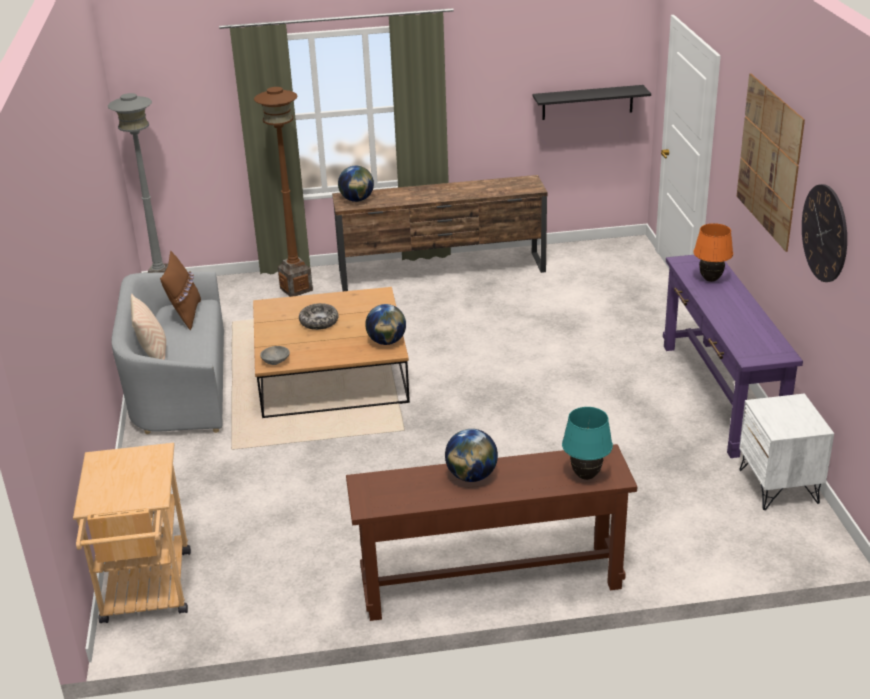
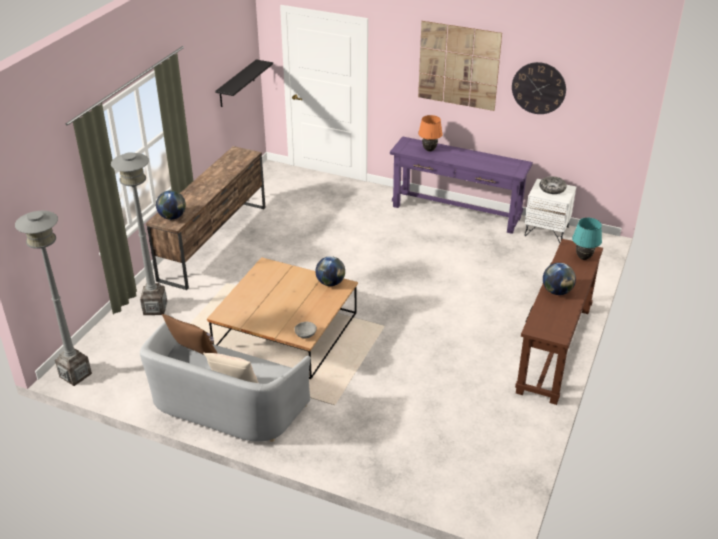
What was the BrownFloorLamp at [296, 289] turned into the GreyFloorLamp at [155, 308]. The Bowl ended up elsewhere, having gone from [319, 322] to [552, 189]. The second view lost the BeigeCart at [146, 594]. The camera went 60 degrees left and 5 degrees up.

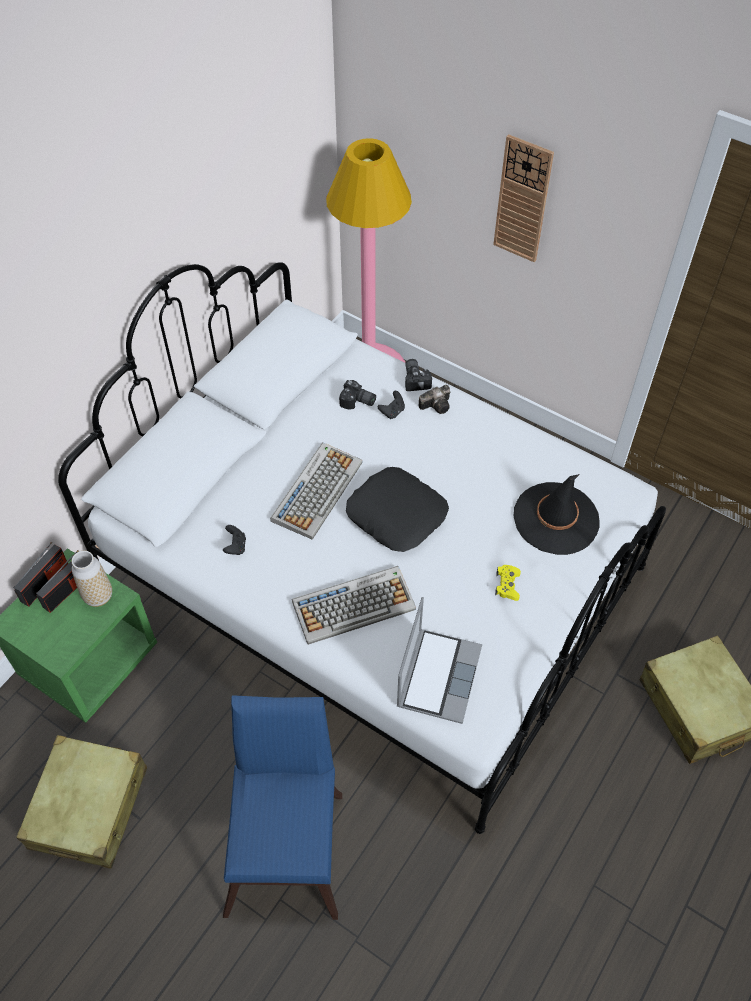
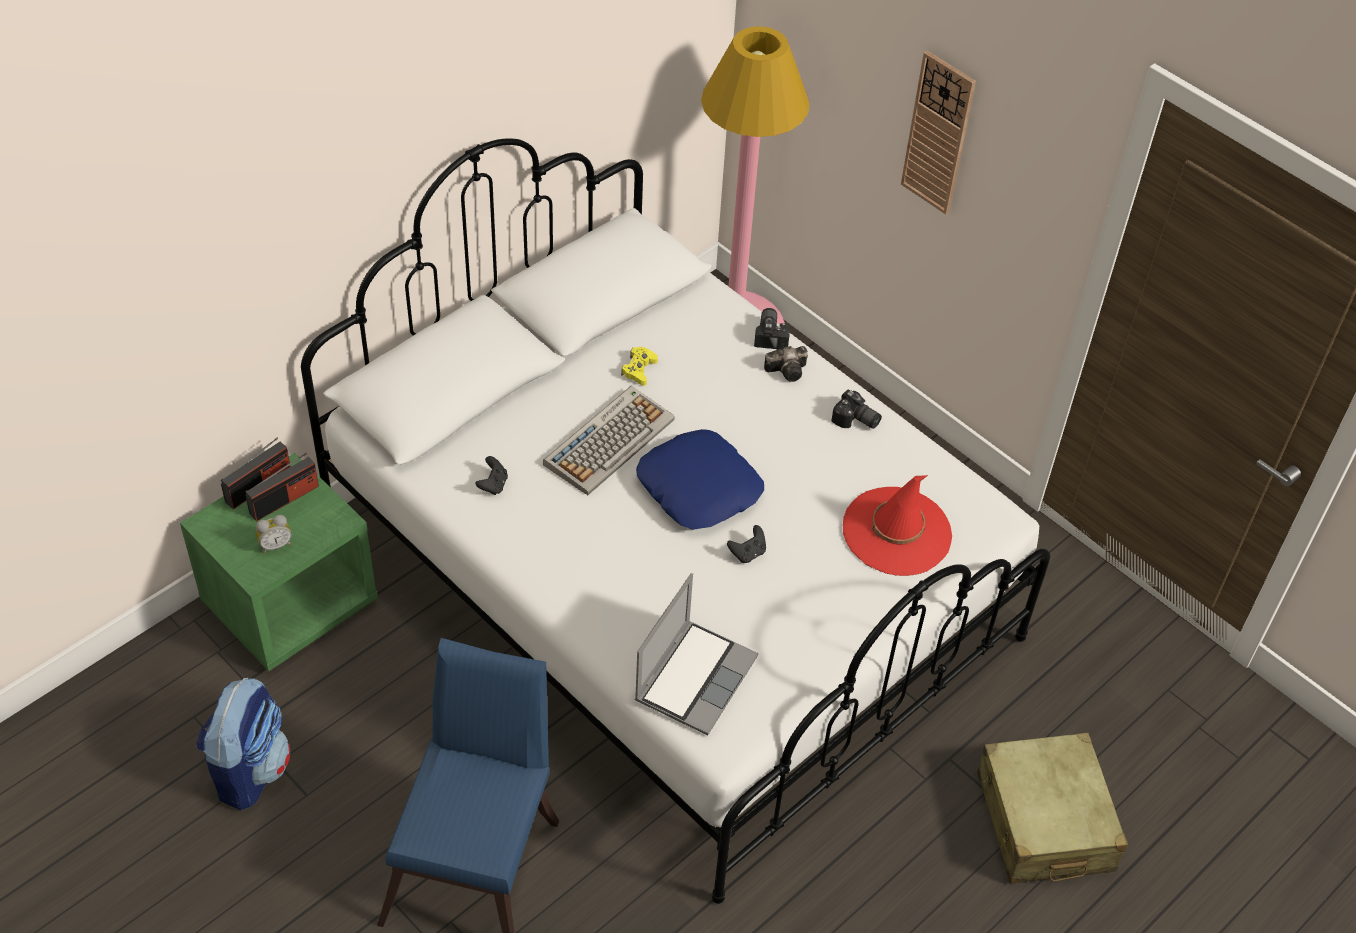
Where the BeigeSuitcase stood at [89, 807], the Backpack came to stand at [250, 769]. The second view gained the AlarmClock at [275, 545]. The YellowGameController ended up elsewhere, having gone from [507, 585] to [639, 369]. What was the BlackPillow at [397, 514] turned into the BluePillow at [699, 487]. The BlackGameController ended up elsewhere, having gone from [392, 412] to [747, 553]. The PhotoCamera ended up elsewhere, having gone from [357, 402] to [855, 421]. What was the BlackHat at [556, 519] turned into the RedHat at [897, 532]. The second view lost the Vase at [98, 596]. The second view lost the Keyboard at [354, 605]. The camera went 10 degrees right and 5 degrees down.

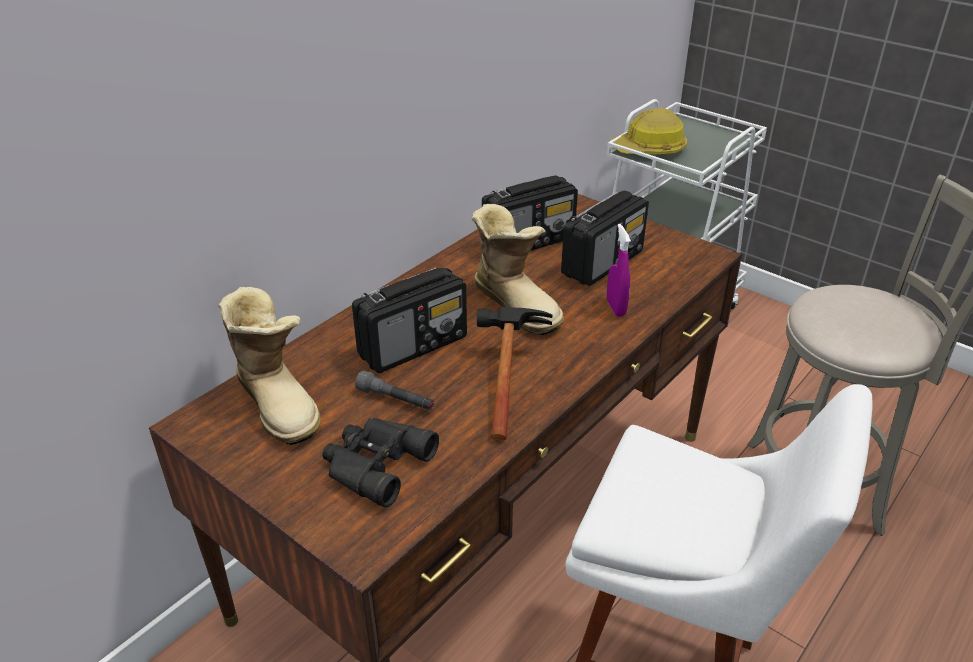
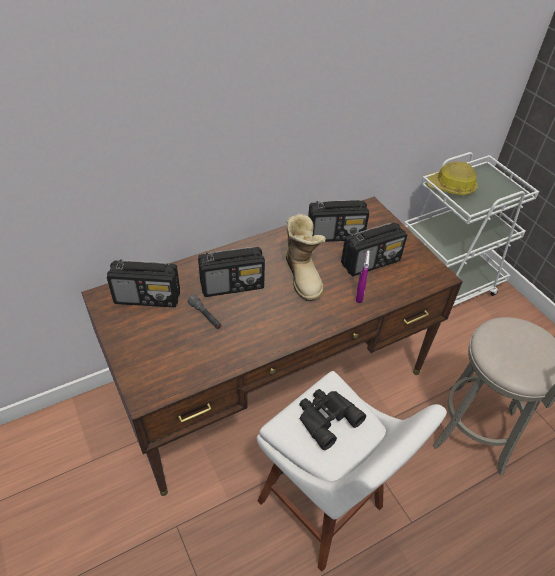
Where the Boot stood at [280, 402], the Radio came to stand at [148, 298]. The BlackBinoculars ended up elsewhere, having gone from [374, 464] to [326, 418]. The second view lost the Hammer at [505, 376]. The camera went 20 degrees right and 10 degrees up.

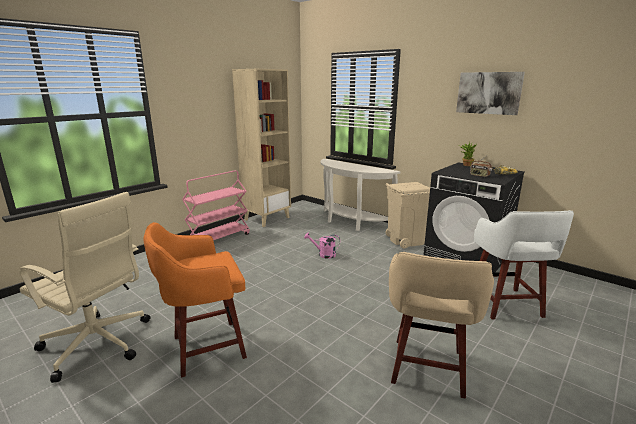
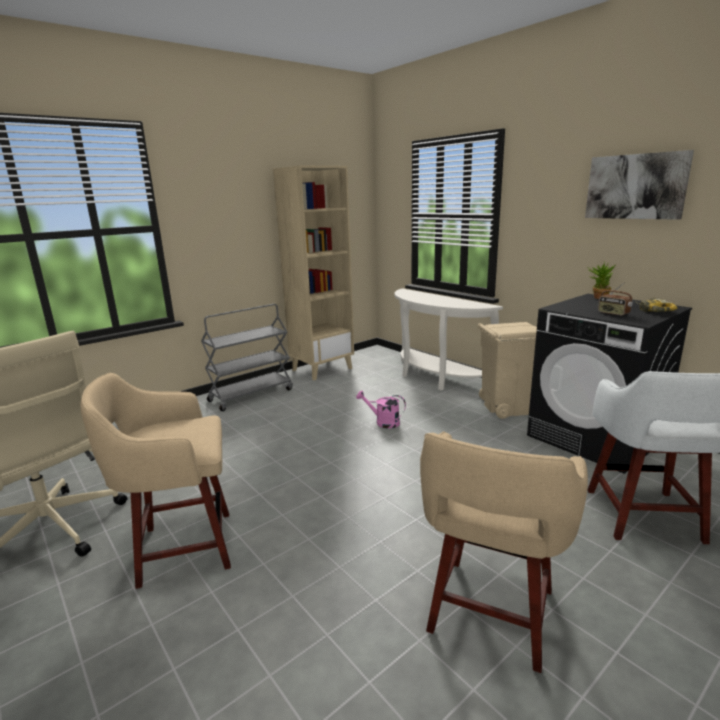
What was the OrangeStool at [205, 348] turned into the BeigeStool at [182, 548]. What was the PinkCart at [219, 239] turned into the GreyCart at [251, 395]. The camera went 10 degrees right and 0 degrees up.

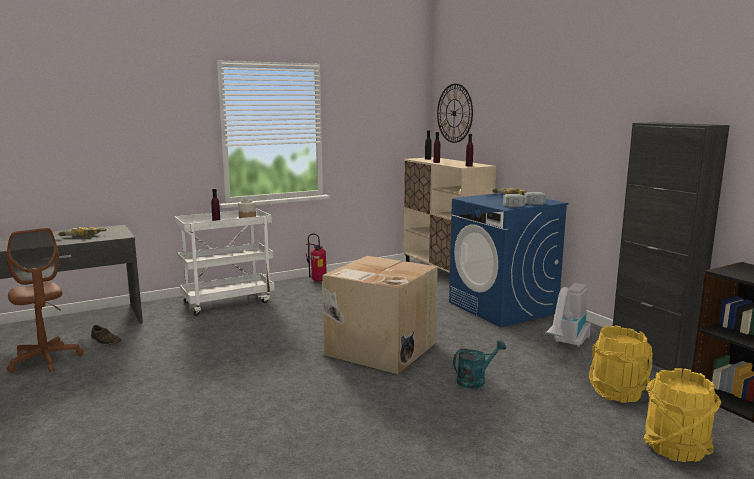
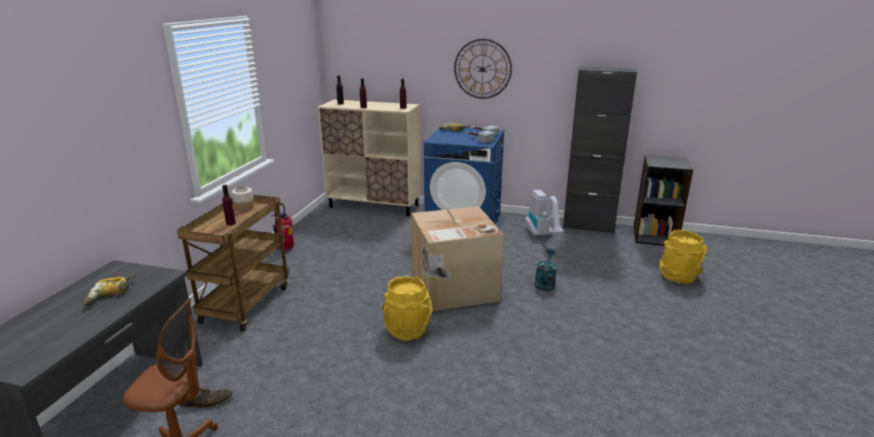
What was the WhiteCart at [228, 302] turned into the BrownCart at [246, 303]. The YellowBucket ended up elsewhere, having gone from [617, 392] to [408, 330]. The WallClock ended up elsewhere, having gone from [454, 113] to [482, 69]. The camera went 45 degrees left and 10 degrees up.

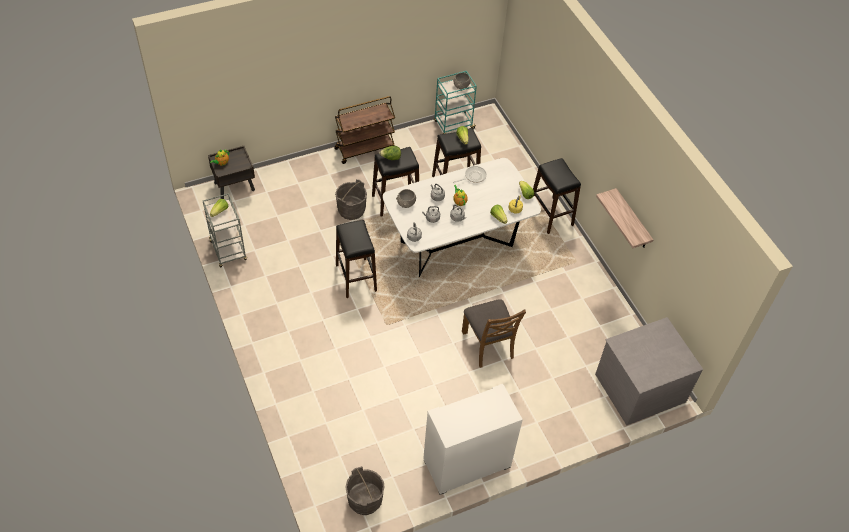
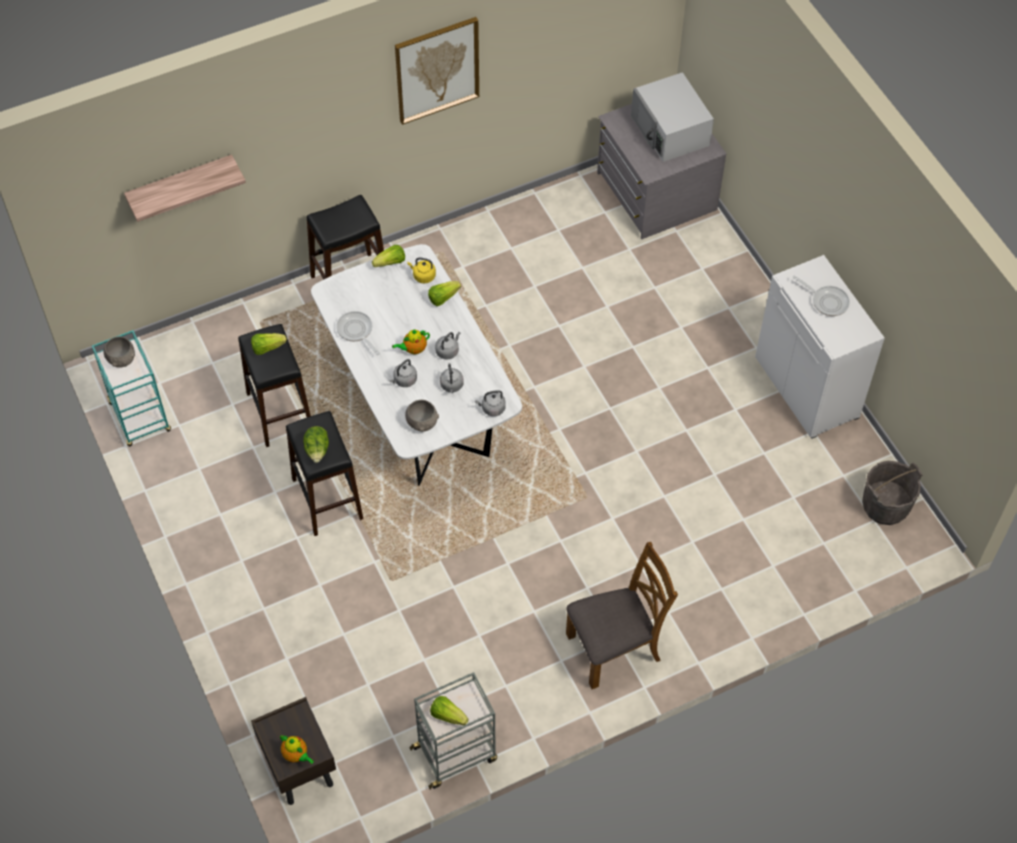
The Shelf ended up elsewhere, having gone from [632, 220] to [180, 184]. The second view gained the Picture at [437, 69]. The BrownChair ended up elsewhere, having gone from [488, 344] to [614, 647]. The second view gained the WhiteMicrowave at [670, 131]. The second view gained the FryingPan at [827, 301]. The second view lost the BrownCart at [365, 148]. The second view lost the GreyBucket at [351, 210]. The second view lost the BlackStool at [356, 277]. The camera went 90 degrees left and 5 degrees up.

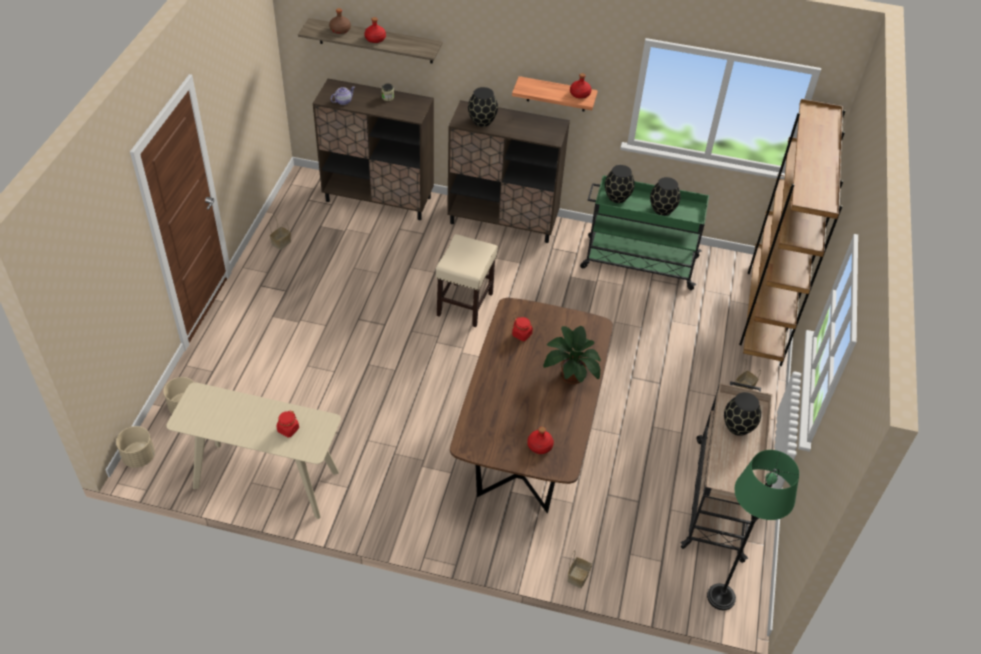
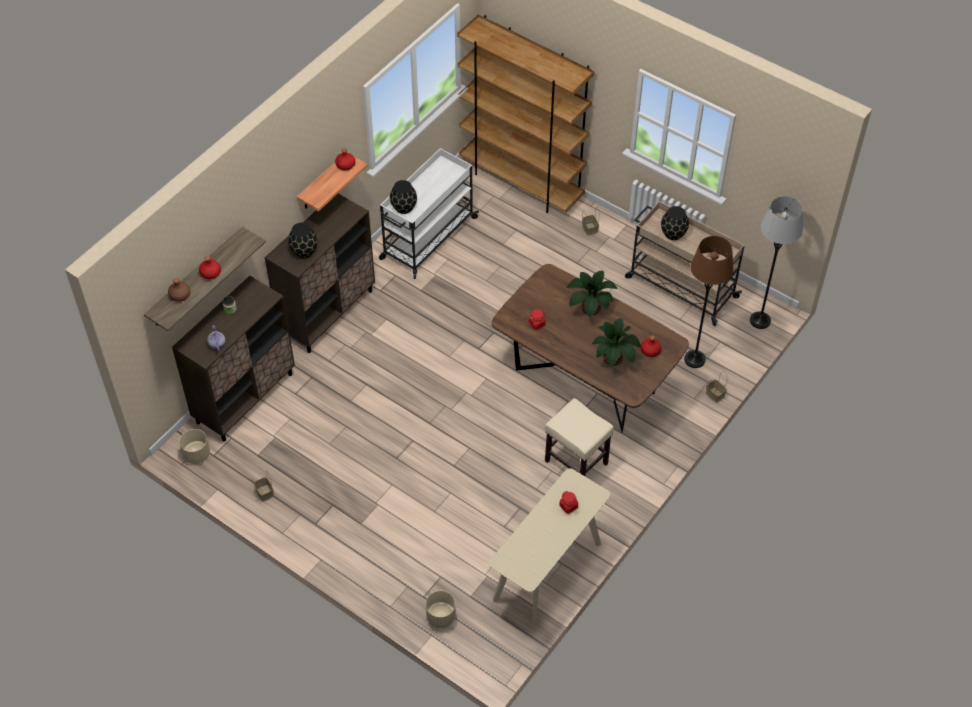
The BeigePlanter ended up elsewhere, having gone from [139, 457] to [196, 454]. What was the GreenCart at [638, 262] turned into the WhiteCart at [427, 239]. The BeigeStool ended up elsewhere, having gone from [465, 304] to [575, 462]. The second view gained the PottedPlant at [614, 359]. The second view gained the BrownFloorLamp at [694, 359]. What was the GreenFloorLamp at [721, 597] turned into the GreyFloorLamp at [760, 320]. The second view lost the BlackVase at [662, 210]. The camera went 65 degrees left and 5 degrees up.

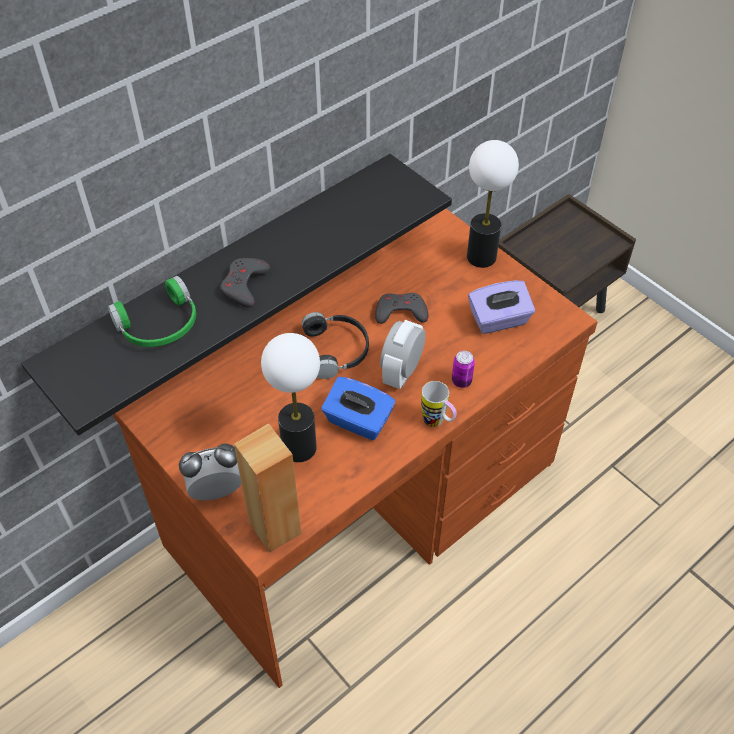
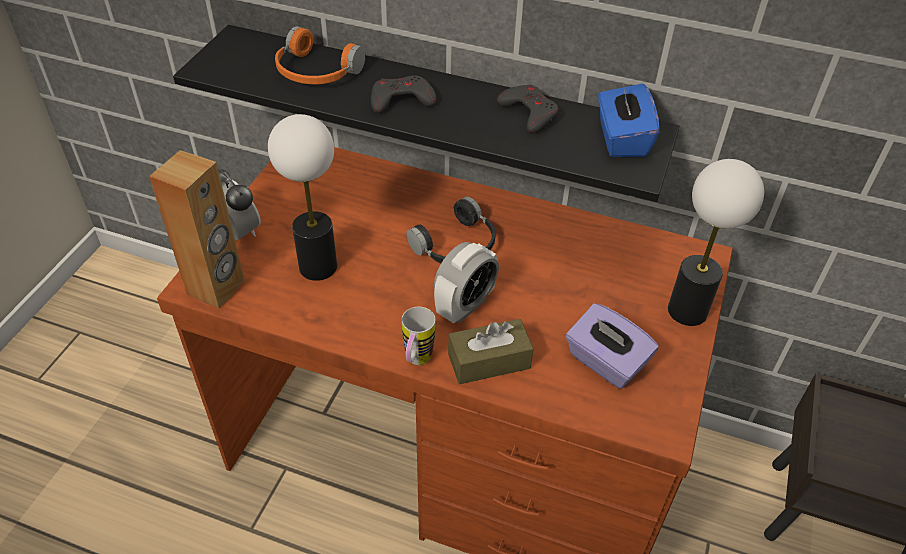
What was the GreenHeadphones at [160, 325] turned into the OrangeHeadphones at [315, 72]. The AlarmClock at [402, 372] ended up facing another way, 135 degrees clockwise from before. Where the Can stood at [461, 381], the BrownTissueBox came to stand at [489, 361]. The GreyGameController ended up elsewhere, having gone from [400, 312] to [529, 113]. The BlueTissueBox ended up elsewhere, having gone from [358, 421] to [621, 139]. The camera went 60 degrees right and 5 degrees down.

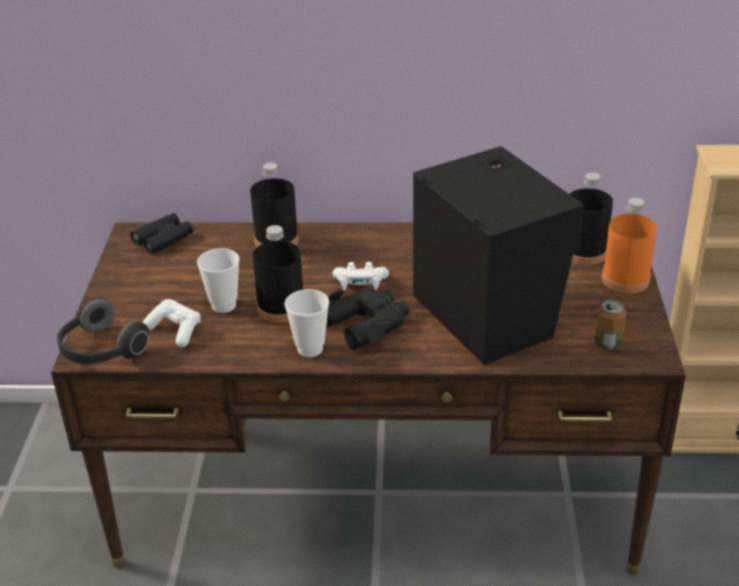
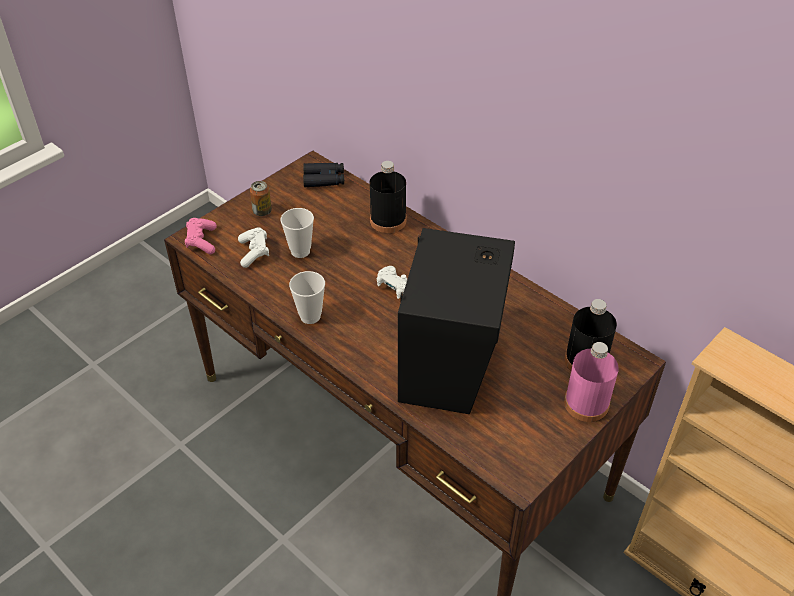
Where the Headphones stood at [101, 351], the PinkGameController came to stand at [202, 241]. The Can ended up elsewhere, having gone from [608, 343] to [262, 211]. What was the OrangeBottle at [625, 279] turned into the PinkBottle at [586, 404]. The second view lost the BlackBottle at [281, 308]. The second view lost the BlackBinoculars at [367, 323]. The camera went 40 degrees right and 10 degrees up.

